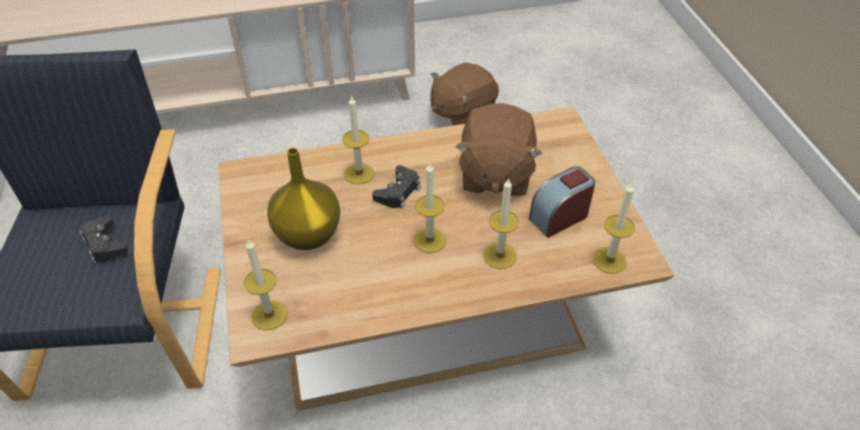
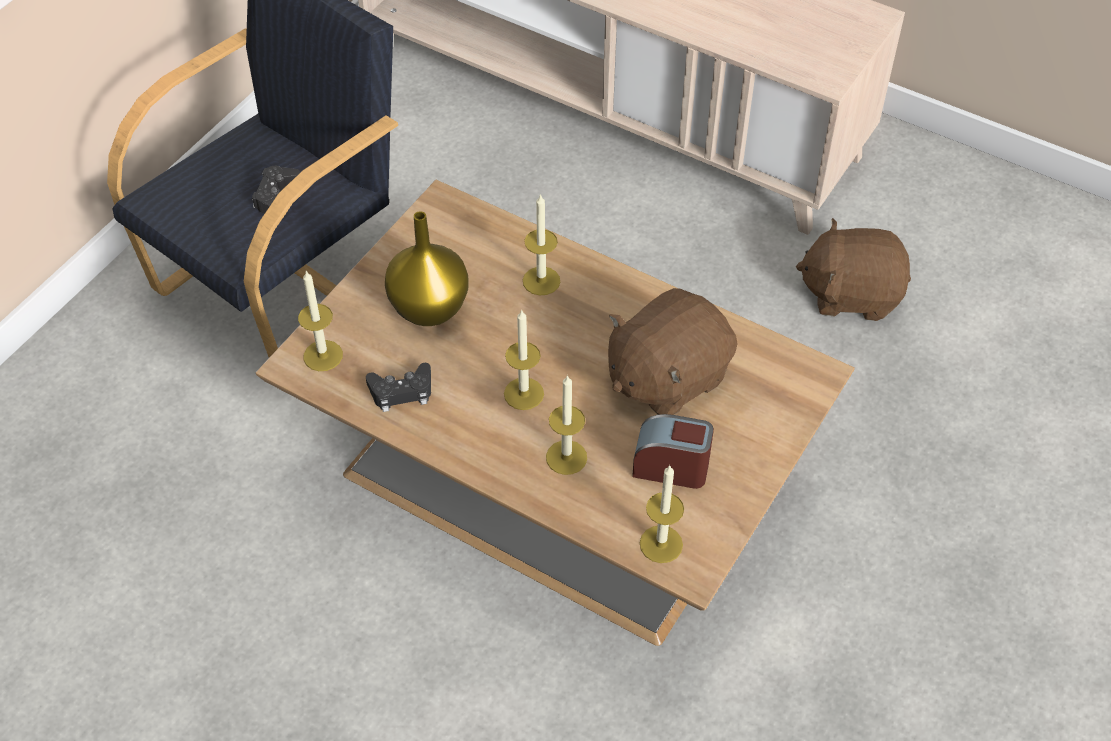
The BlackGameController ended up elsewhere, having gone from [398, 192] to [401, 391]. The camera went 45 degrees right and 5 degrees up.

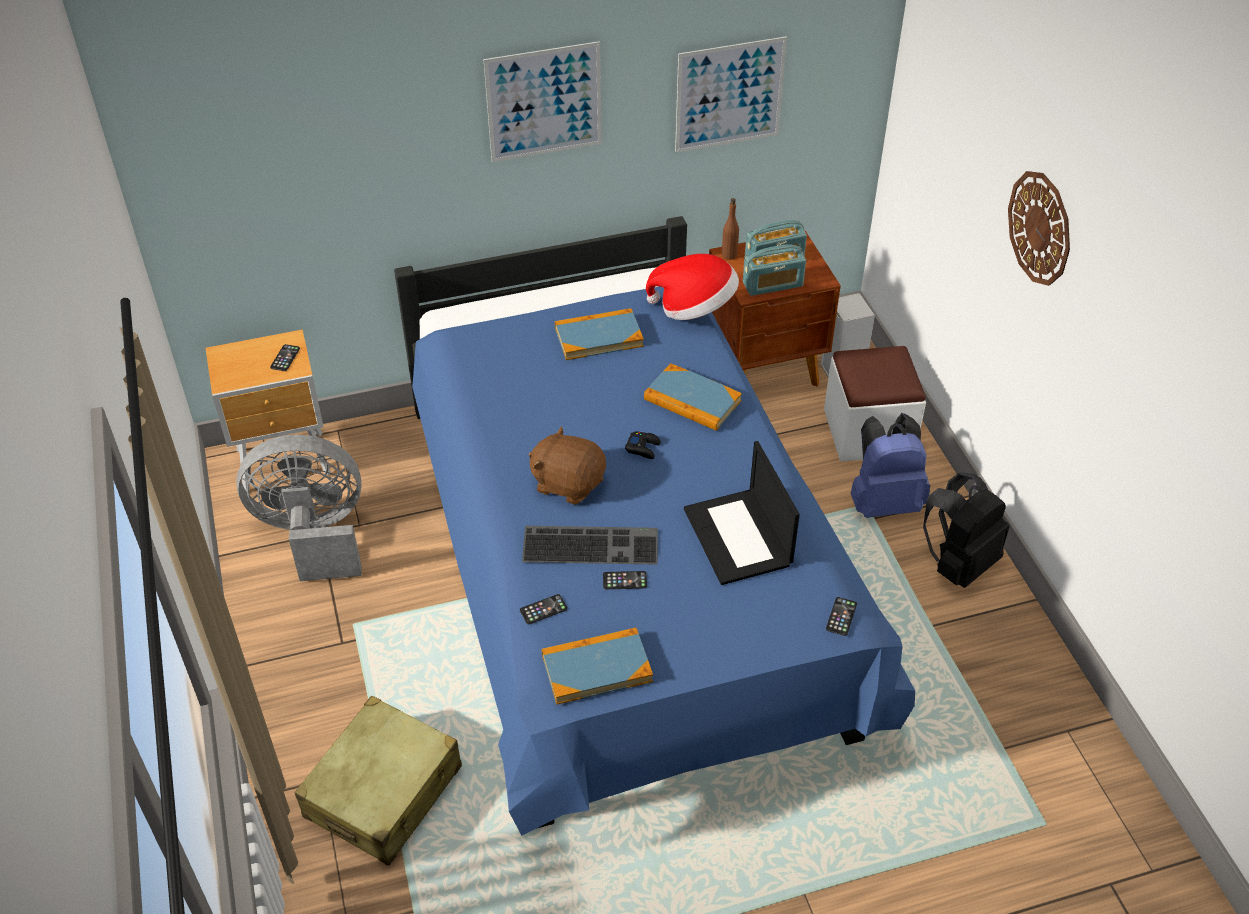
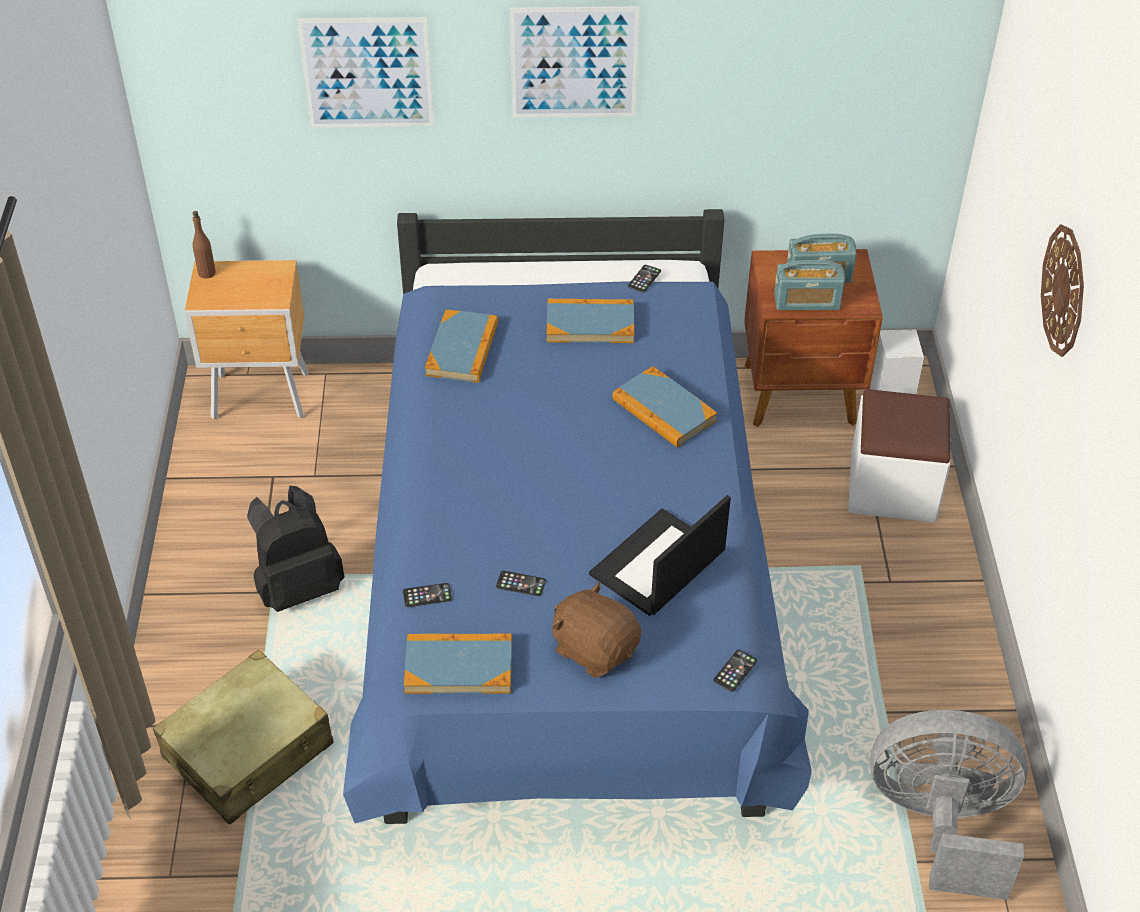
The BrownBottle ended up elsewhere, having gone from [729, 254] to [207, 272]. The BlackBackpack ended up elsewhere, having gone from [958, 563] to [298, 587]. The Picture ended up elsewhere, having gone from [729, 95] to [367, 73]. The second view gained the Book at [462, 349]. The BrownPlushToy ended up elsewhere, having gone from [568, 483] to [595, 649]. The Laptop at [739, 537] ended up facing another way, 45 degrees clockwise from before. The Phone ended up elsewhere, having gone from [285, 358] to [644, 279]. The GreyFan ended up elsewhere, having gone from [313, 535] to [941, 825]. The second view lost the Keyboard at [592, 544]. The second view lost the BlackGameController at [643, 448]. The second view lost the Hat at [694, 308]. The second view lost the BlueBackpack at [883, 502]. The camera went 15 degrees right and 0 degrees up.

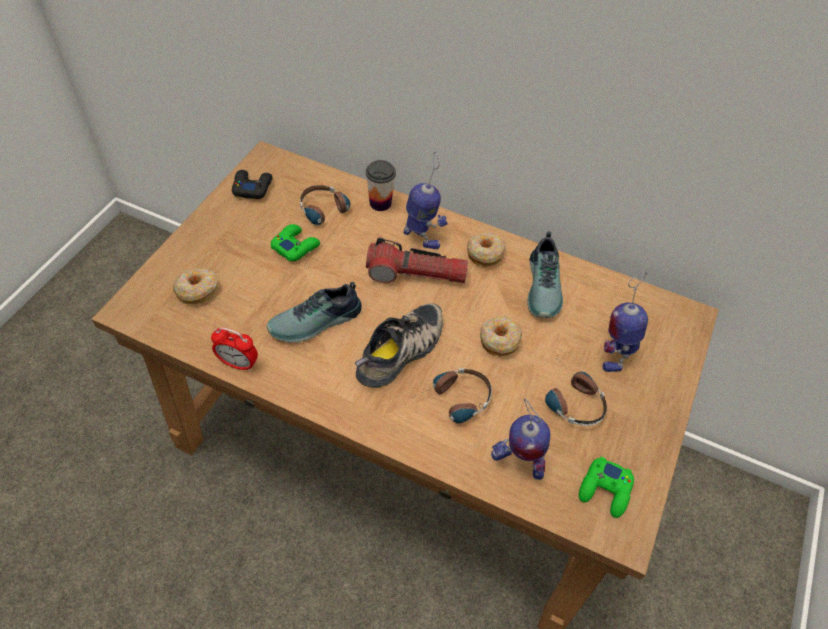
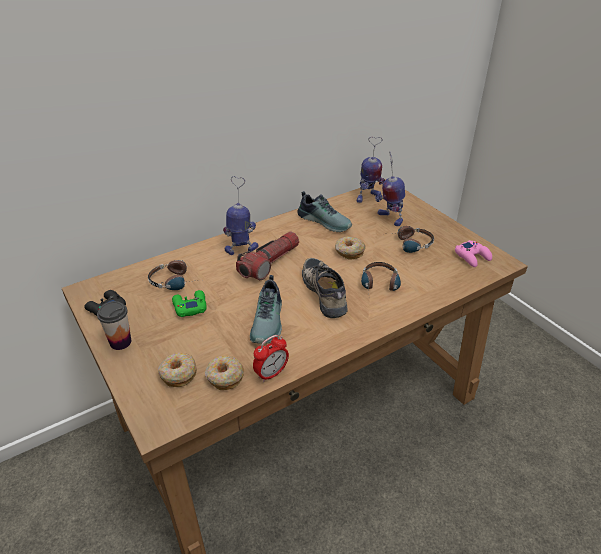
The Cup ended up elsewhere, having gone from [380, 203] to [120, 342]. The Donut ended up elsewhere, having gone from [484, 253] to [224, 377]. The ToyRobot ended up elsewhere, having gone from [517, 462] to [367, 197]. What was the GreenGameController at [605, 490] turned into the PinkGameController at [472, 257]. The camera went 55 degrees left and 15 degrees down.

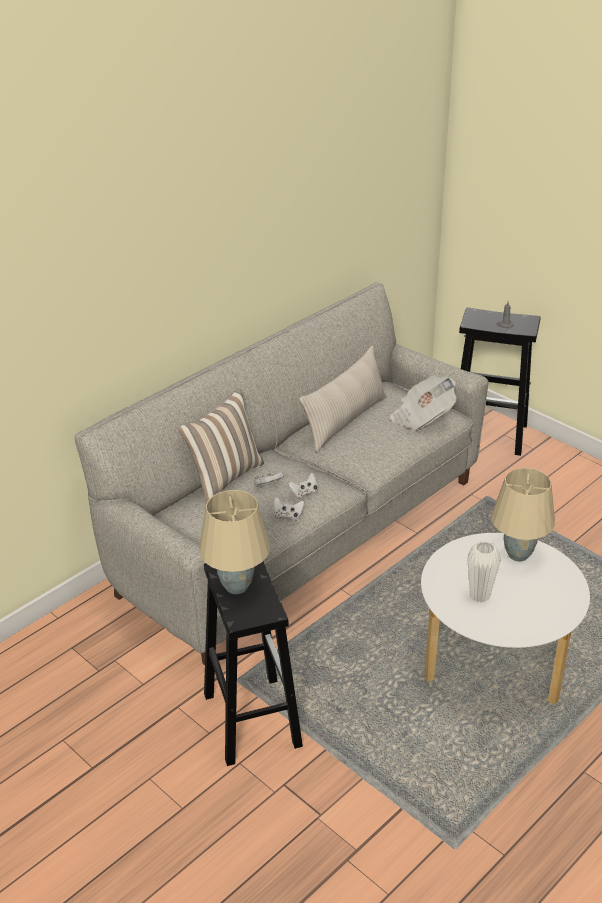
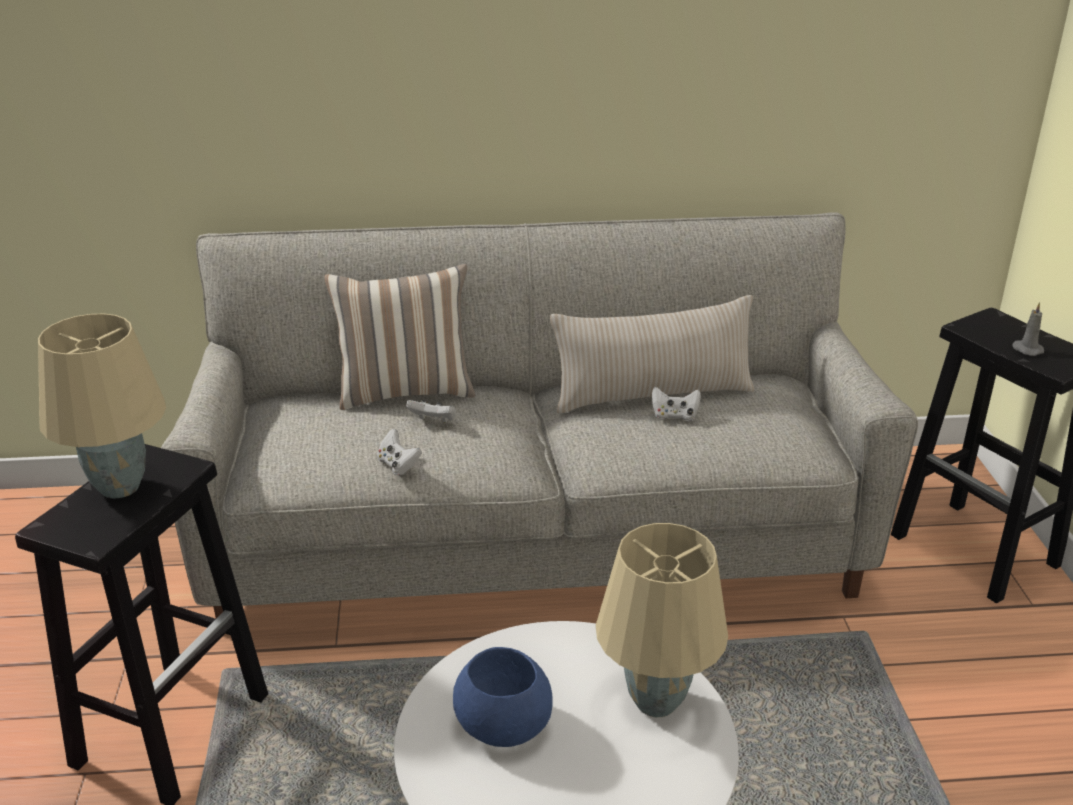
Where the WhiteVase stood at [479, 595], the BlueBowl came to stand at [505, 725]. The WhiteGameController ended up elsewhere, having gone from [303, 493] to [674, 416]. The second view lost the Newspaper at [422, 417]. The camera went 40 degrees right and 5 degrees down.

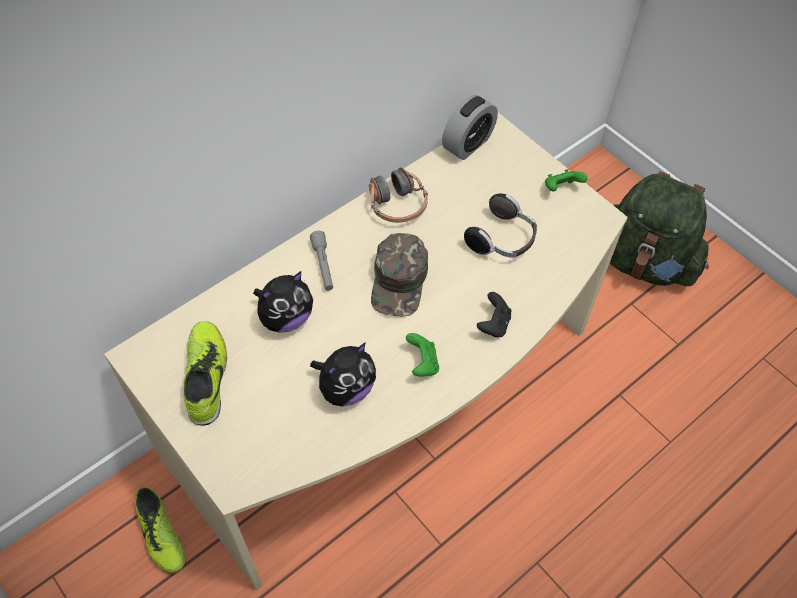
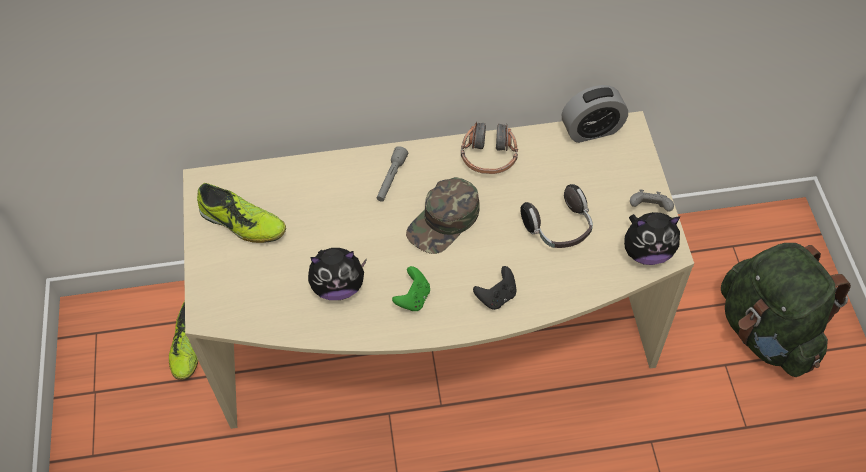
The Shoe at [206, 376] ended up facing another way, 90 degrees clockwise from before. The PlushToy ended up elsewhere, having gone from [286, 318] to [647, 252]. What was the GreenGameController at [561, 189] turned into the GreyGameController at [649, 208]. The camera went 35 degrees right and 0 degrees up.

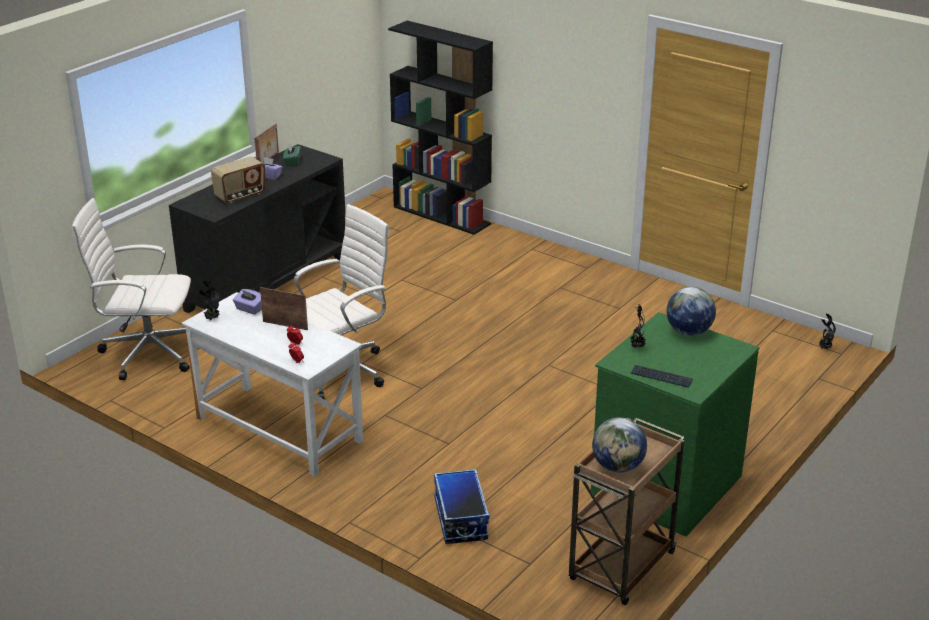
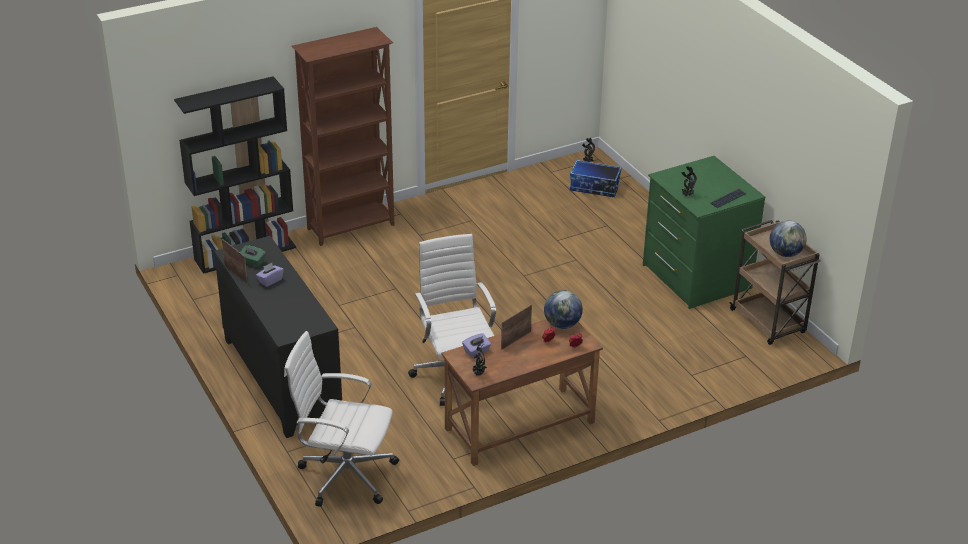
The WhiteOfficeChair at [147, 353] ended up facing another way, 75 degrees clockwise from before. The second view gained the BrownBookcase at [352, 227]. What was the WhiteDesk at [278, 430] turned into the BrownDesk at [520, 426]. The Globe ended up elsewhere, having gone from [688, 332] to [562, 325]. The StorageBox ended up elsewhere, having gone from [459, 519] to [594, 187]. The second view lost the Radio at [241, 195]. The camera went 65 degrees left and 5 degrees up.

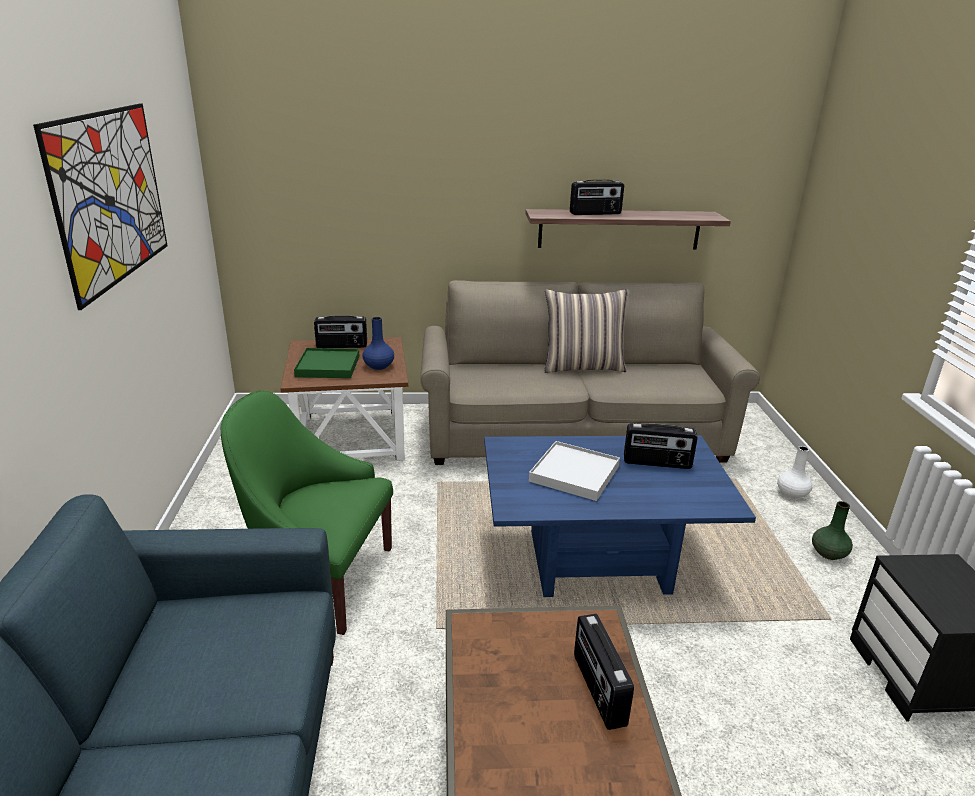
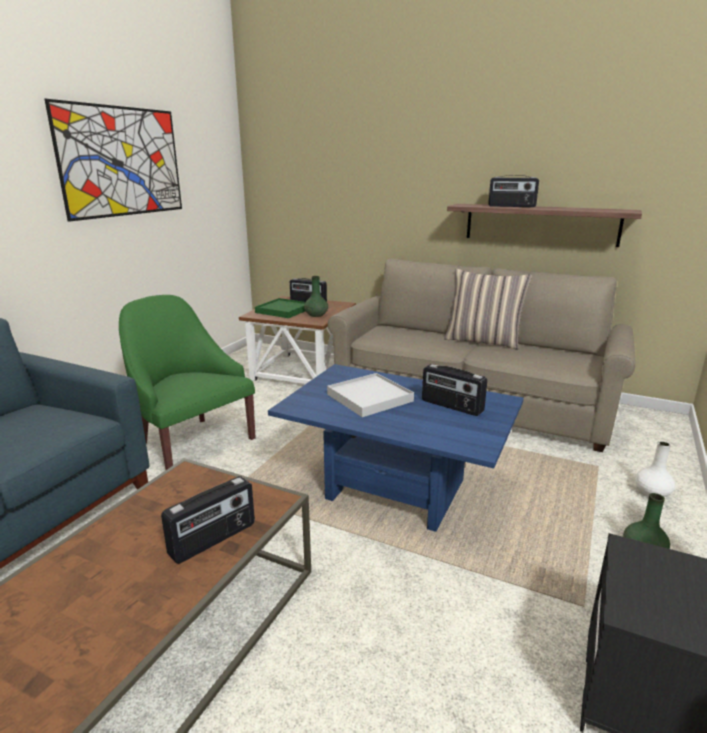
The Radio at [597, 690] ended up facing another way, 150 degrees counterclockwise from before. What was the BlueVase at [378, 366] turned into the GreenVase at [316, 315]. The camera went 30 degrees right and 5 degrees down.

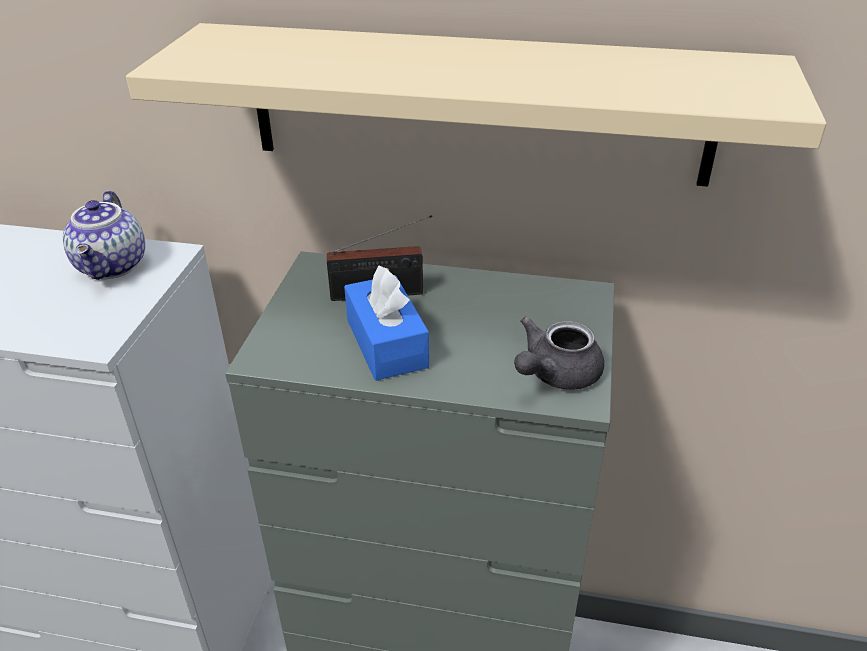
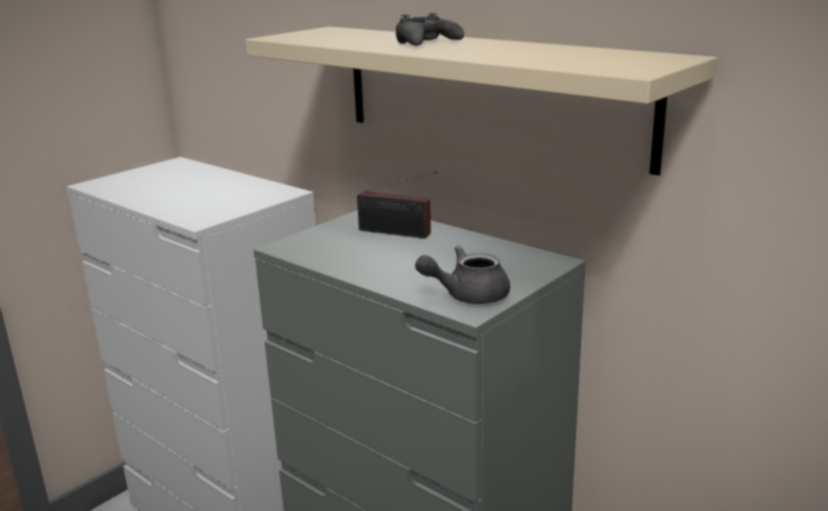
The second view gained the BlackGameController at [426, 43]. The second view lost the Teapot at [114, 266]. The second view lost the BlueTissueBox at [386, 343]. The camera went 30 degrees right and 15 degrees down.

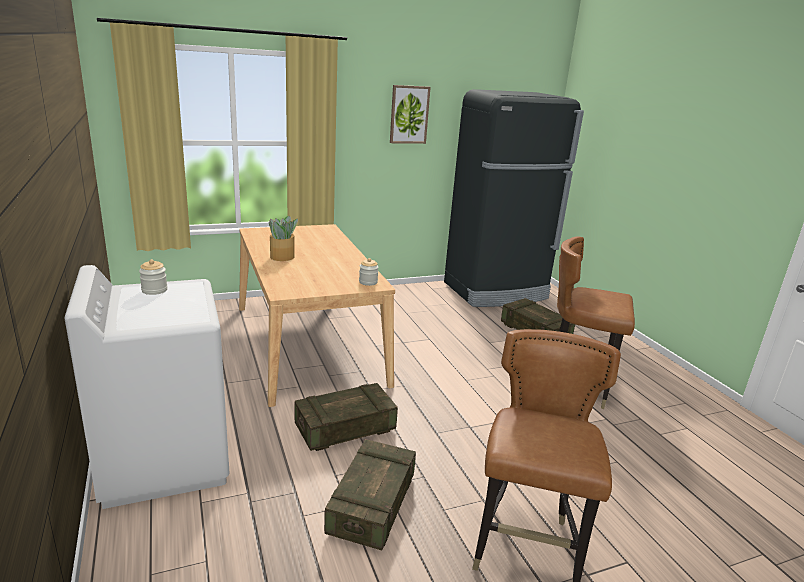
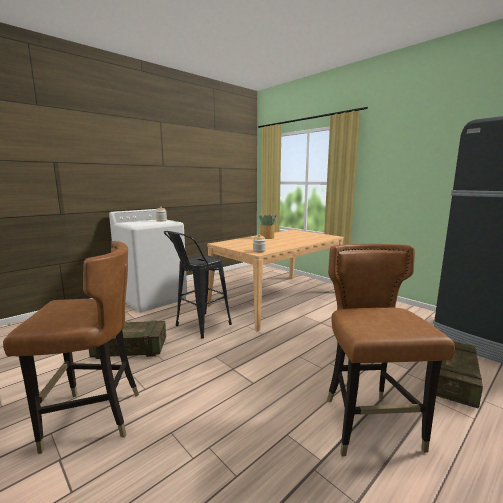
Where the Crate stood at [345, 429], the BlackStool came to stand at [198, 327]. The second view lost the Picture at [409, 114]. The camera went 70 degrees right and 10 degrees down.

